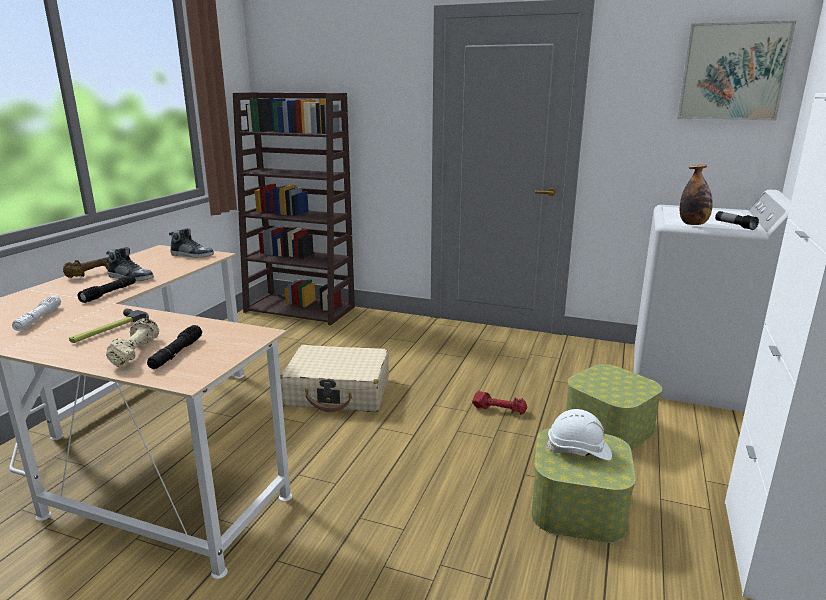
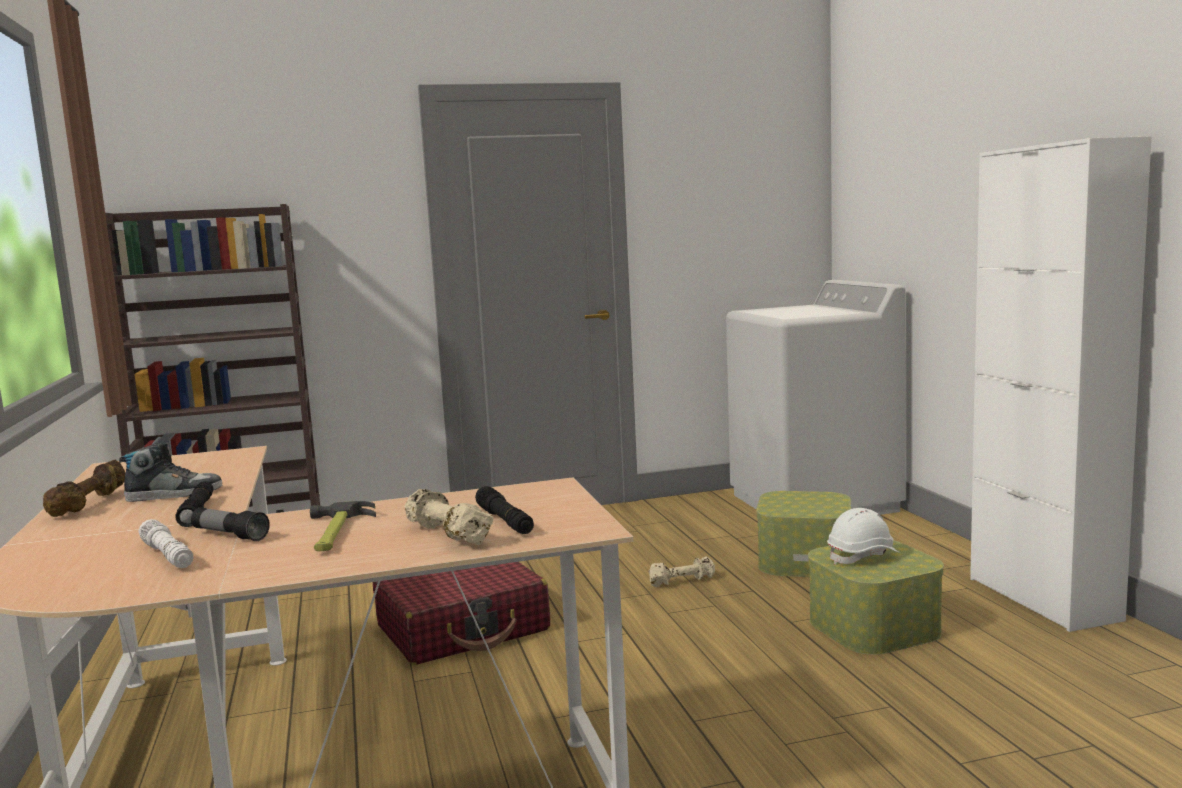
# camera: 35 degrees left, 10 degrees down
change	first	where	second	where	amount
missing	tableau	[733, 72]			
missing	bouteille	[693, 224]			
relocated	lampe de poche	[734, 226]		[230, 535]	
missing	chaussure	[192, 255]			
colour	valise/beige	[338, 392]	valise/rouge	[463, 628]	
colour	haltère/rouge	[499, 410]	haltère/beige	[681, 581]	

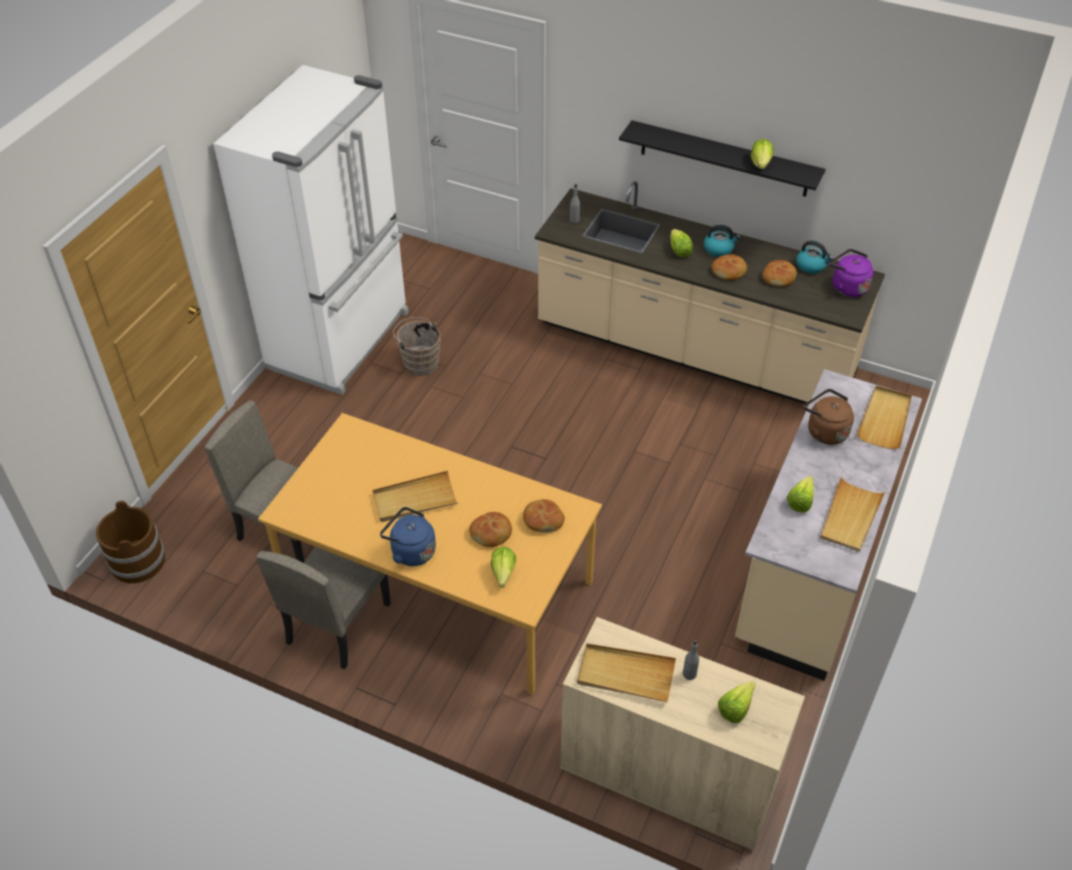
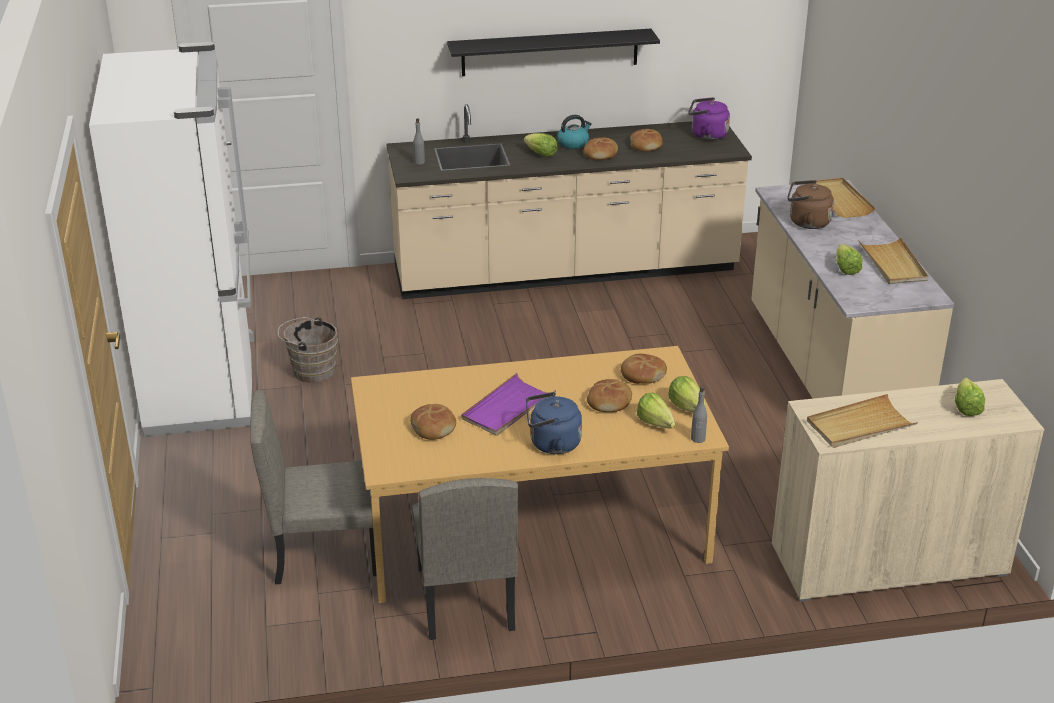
# camera: 35 degrees left, 15 degrees down
change	first	where	second	where	amount
relocated	laitue	[761, 163]		[687, 407]	
missing	bouilloire	[811, 266]			
colour	plateau/beige	[414, 499]	plateau/violet	[507, 408]	
missing	seau/marron	[137, 561]			
relocated	bouteille/gris	[689, 674]		[698, 439]	
appeared			pain	[433, 428]	

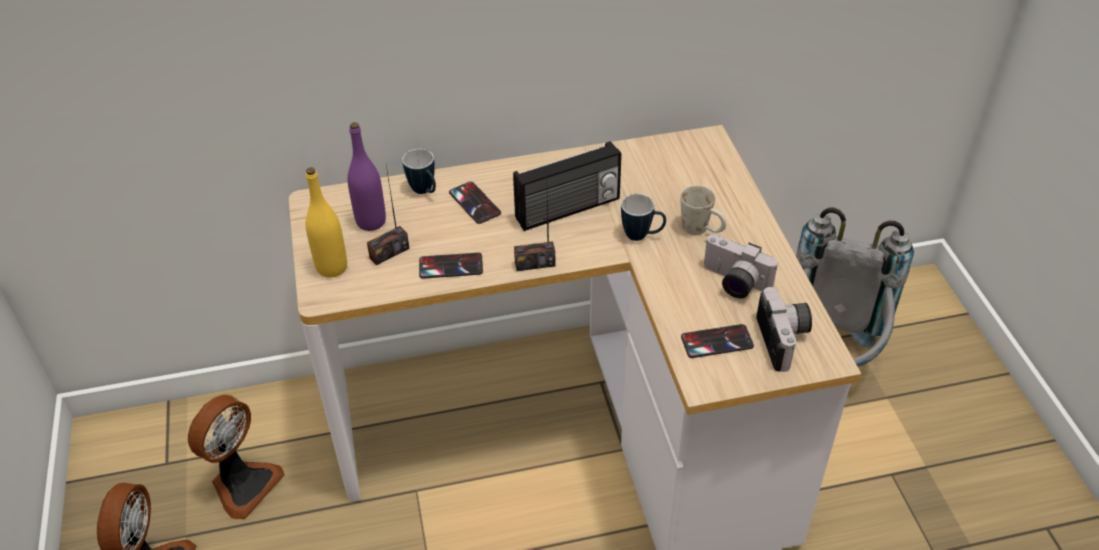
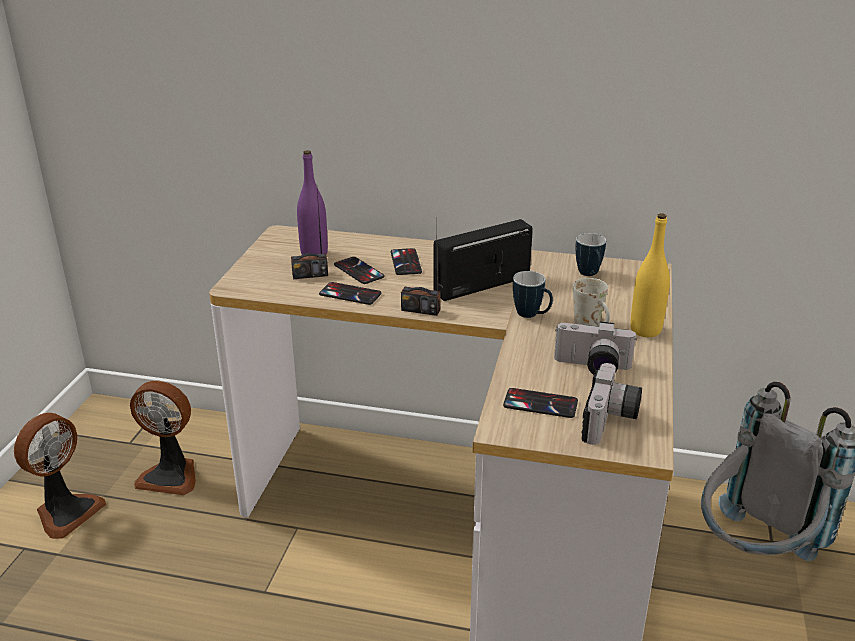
# camera: 25 degrees right, 15 degrees down
change	first	where	second	where	amount
spun	radio	[568, 210]		[481, 284]	150 degrees clockwise
relocated	mug	[425, 192]		[589, 275]	
relocated	bouteille/jaune	[332, 267]		[645, 330]	
spun	appareil photo	[733, 283]		[591, 368]	45 degrees counterclockwise
spun	ventilateur	[243, 484]		[171, 475]	45 degrees clockwise
appeared			téléphone	[358, 271]	

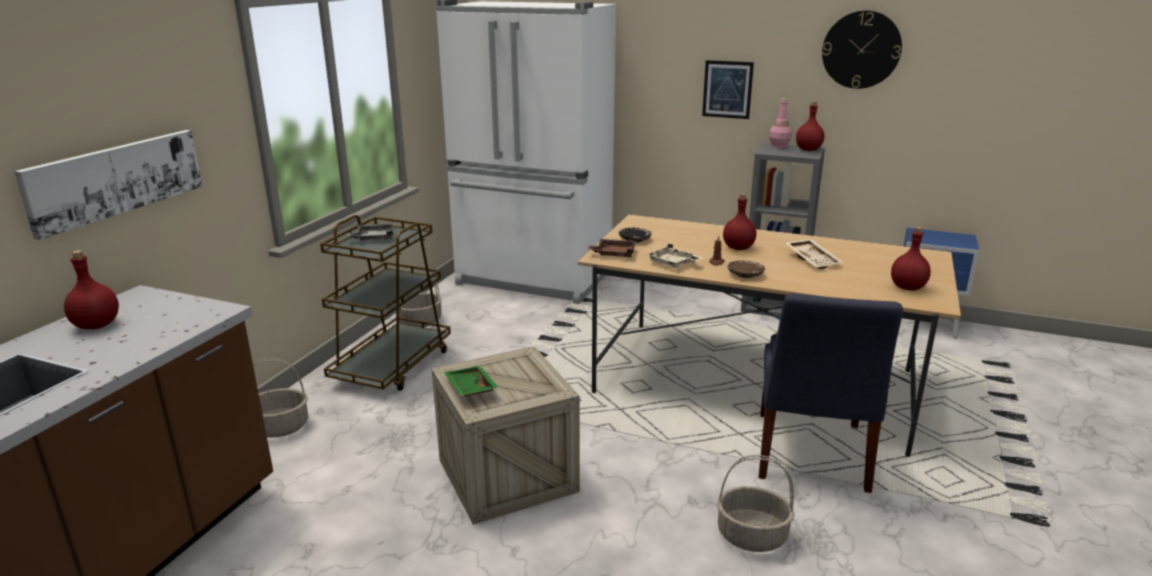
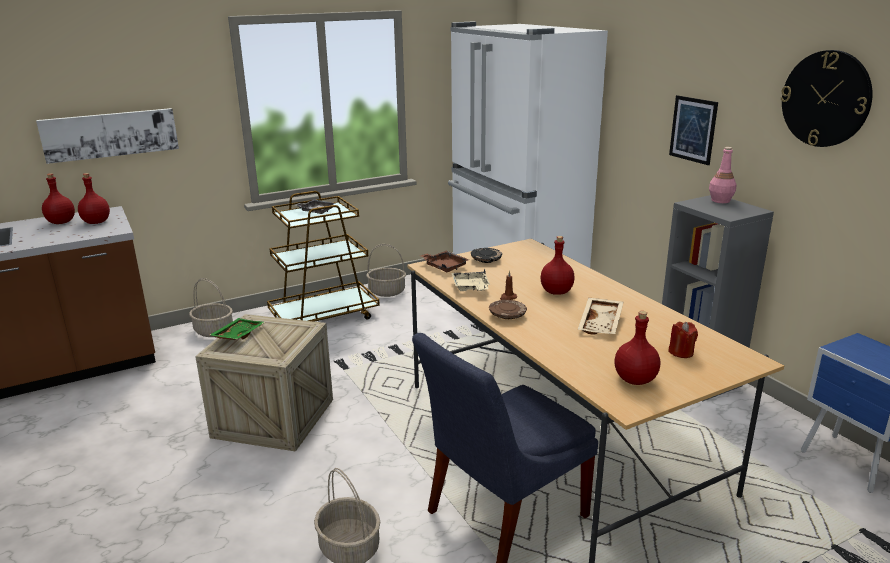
# camera: 40 degrees right, 0 degrees up
change	first	where	second	where	amount
relocated	bouteille/rouge	[809, 150]		[96, 222]	
appeared			bougie/rouge	[681, 352]	

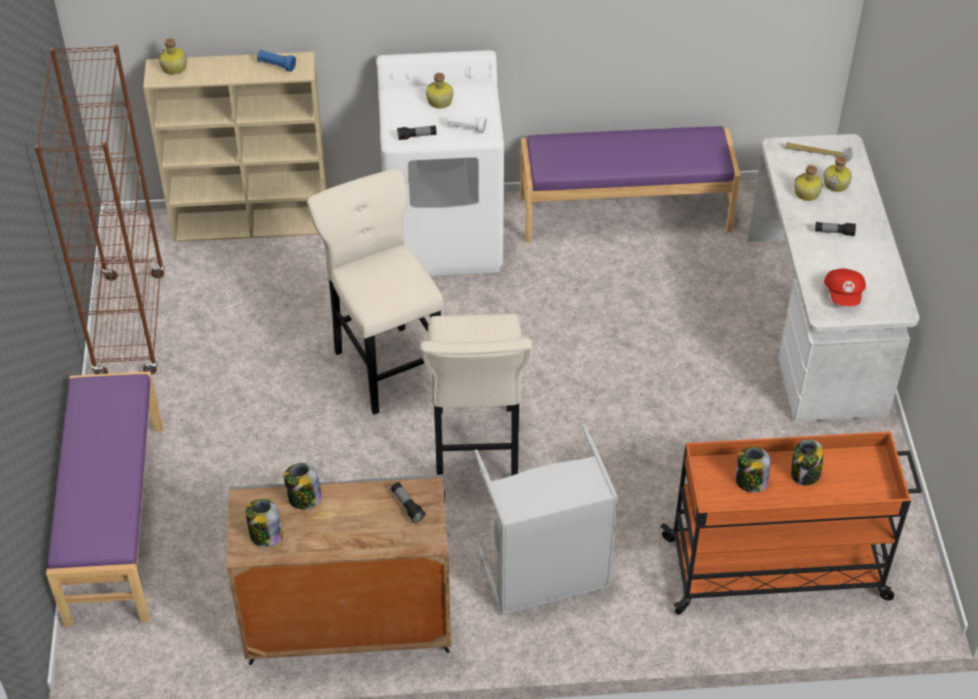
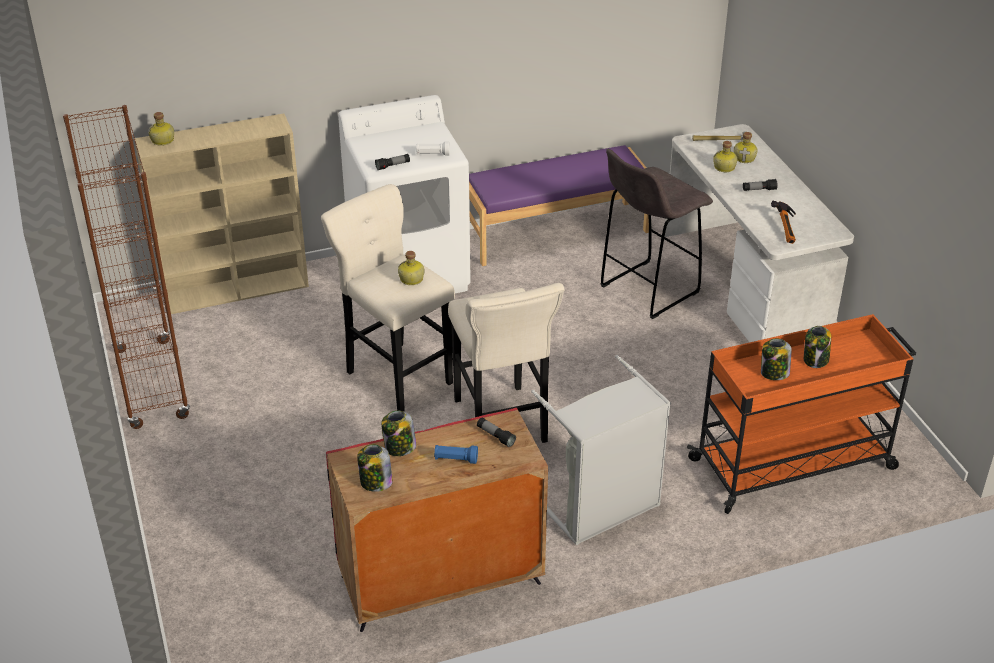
# camera: 15 degrees left, 10 degrees down
change	first	where	second	where	amount
relocated	lampe de poche/bleu	[276, 65]		[455, 459]	
relocated	bouteille	[439, 102]		[411, 279]	
exchanged	casquette/rouge	[844, 295]	marteau	[787, 229]	
missing	banc/violet	[114, 522]			
colour	meuble de rangement/gris	[347, 624]	meuble de rangement/rouge	[439, 580]	
appeared			tabouret/gris	[647, 290]	

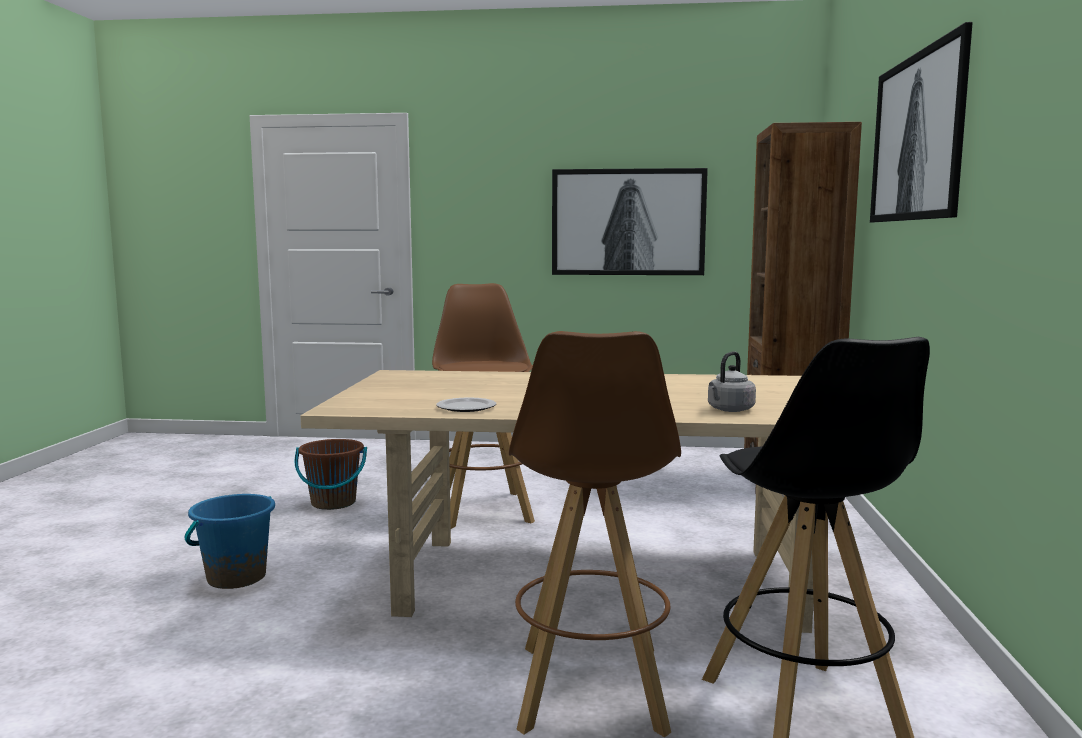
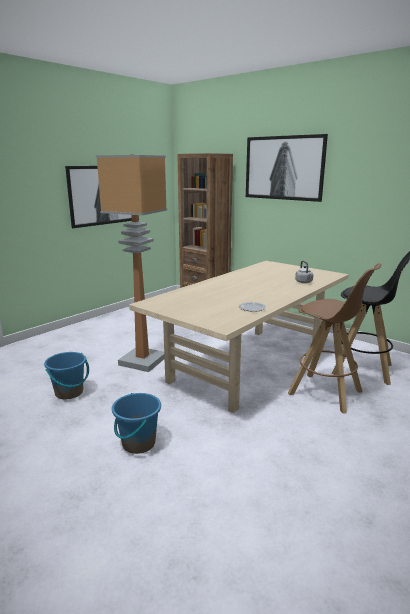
# camera: 55 degrees left, 10 degrees up
change	first	where	second	where	amount
exchanged	tabouret/marron	[484, 509]	lampadaire	[142, 360]	
colour	seau/marron	[333, 503]	seau/bleu	[69, 392]	

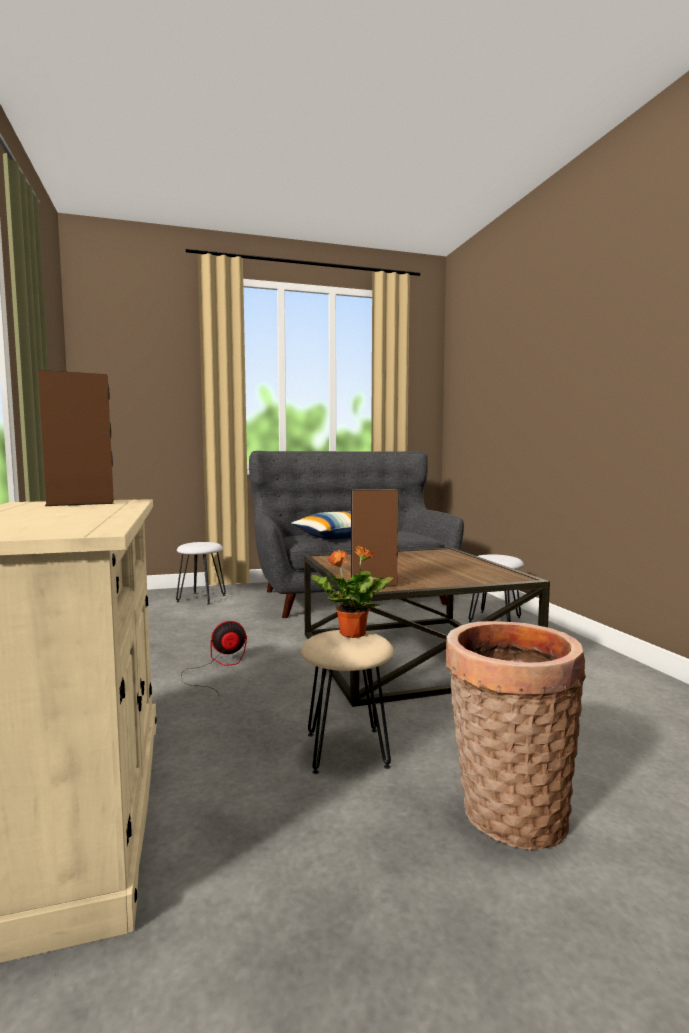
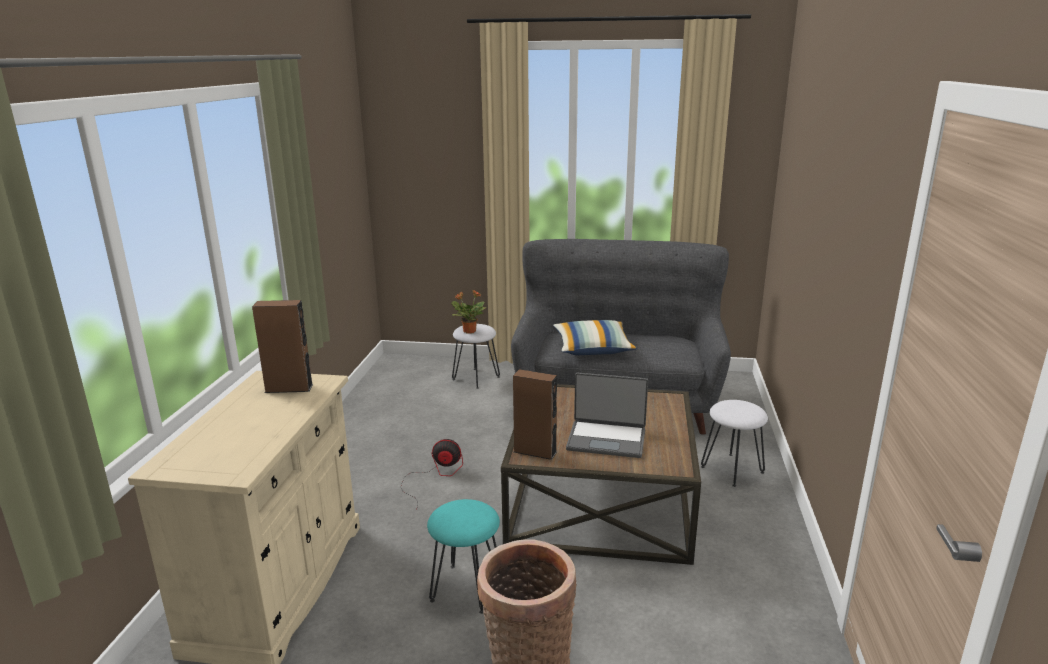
# camera: 25 degrees right, 15 degrees up
change	first	where	second	where	amount
relocated	plante en pot	[351, 634]		[469, 331]	
colour	tabouret/beige	[346, 749]	tabouret/turquoise	[467, 587]	
appeared			ordinateur portable	[606, 439]	

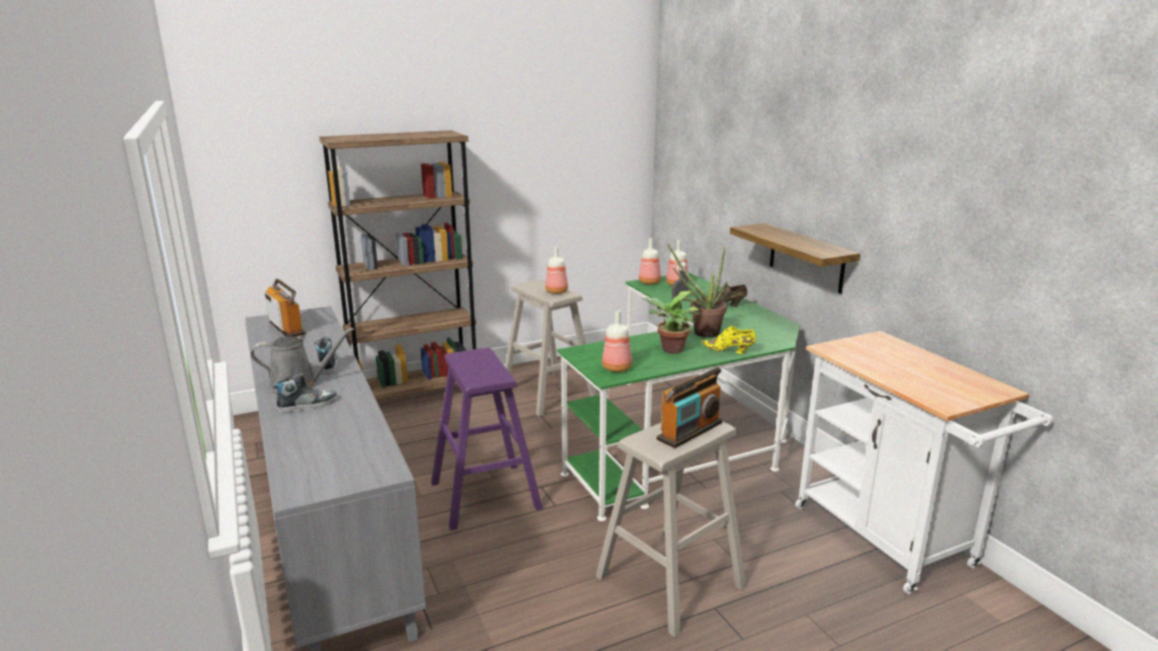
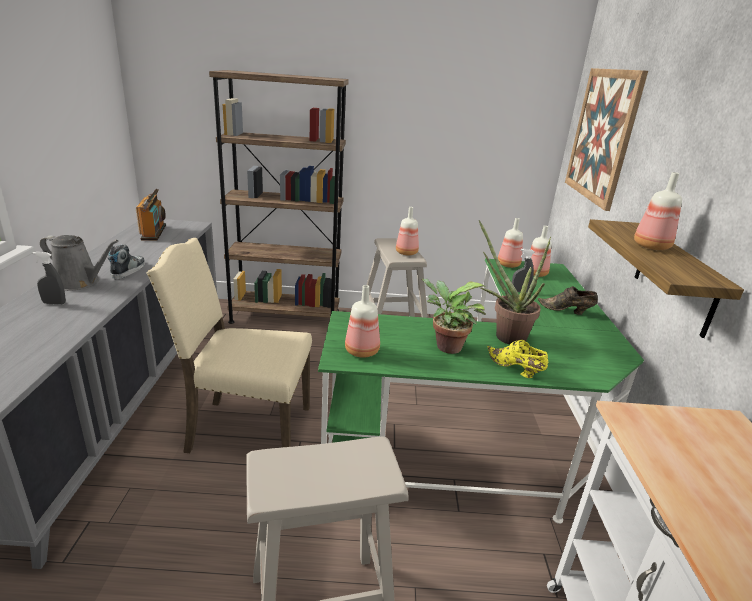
# camera: 25 degrees right, 5 degrees up
change	first	where	second	where	amount
exchanged	tabouret/violet	[485, 495]	chaise/beige	[246, 430]	
missing	radio	[690, 431]			
exchanged	chaussure	[307, 405]	vaporisateur/gris	[54, 303]	
appeared			tableau	[602, 135]	
appeared			bouteille	[651, 247]	

